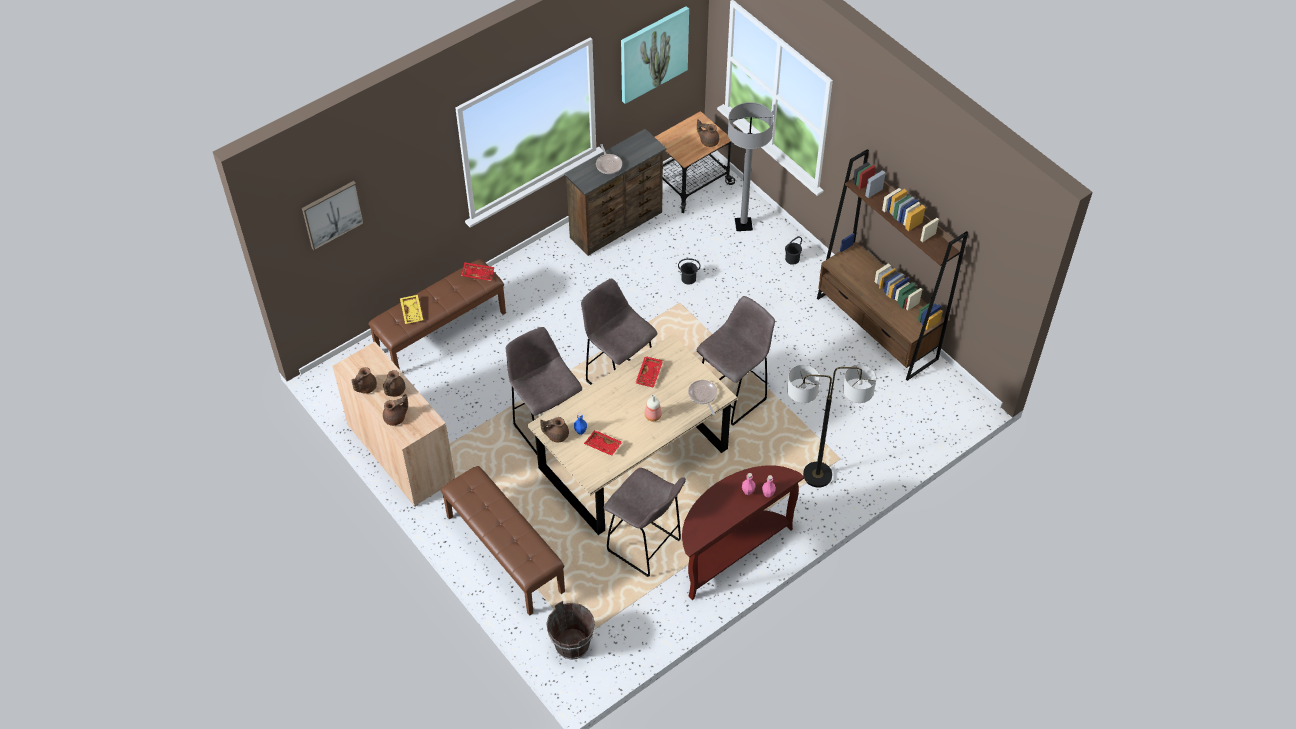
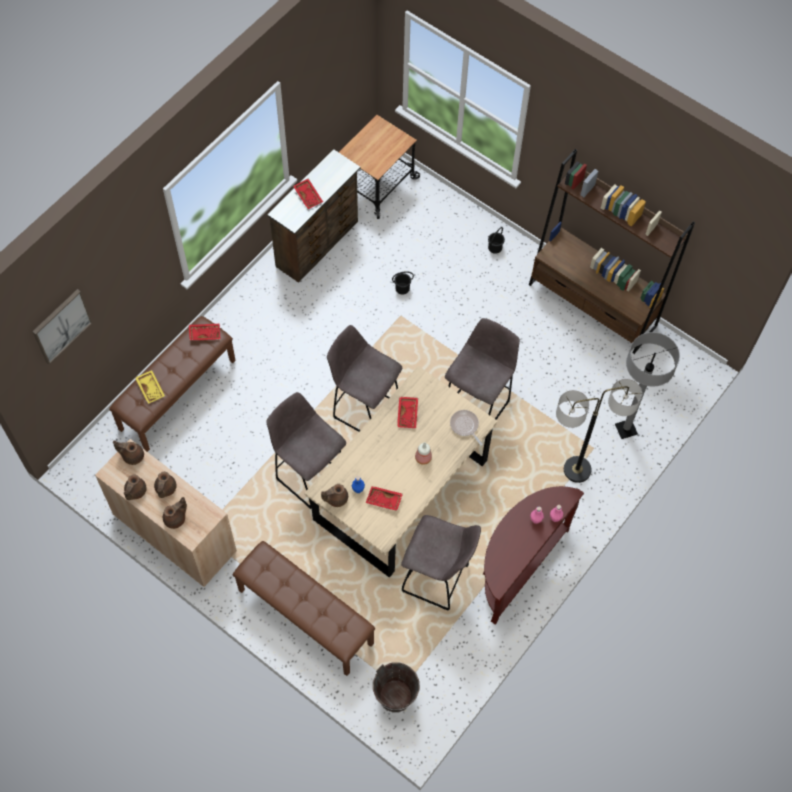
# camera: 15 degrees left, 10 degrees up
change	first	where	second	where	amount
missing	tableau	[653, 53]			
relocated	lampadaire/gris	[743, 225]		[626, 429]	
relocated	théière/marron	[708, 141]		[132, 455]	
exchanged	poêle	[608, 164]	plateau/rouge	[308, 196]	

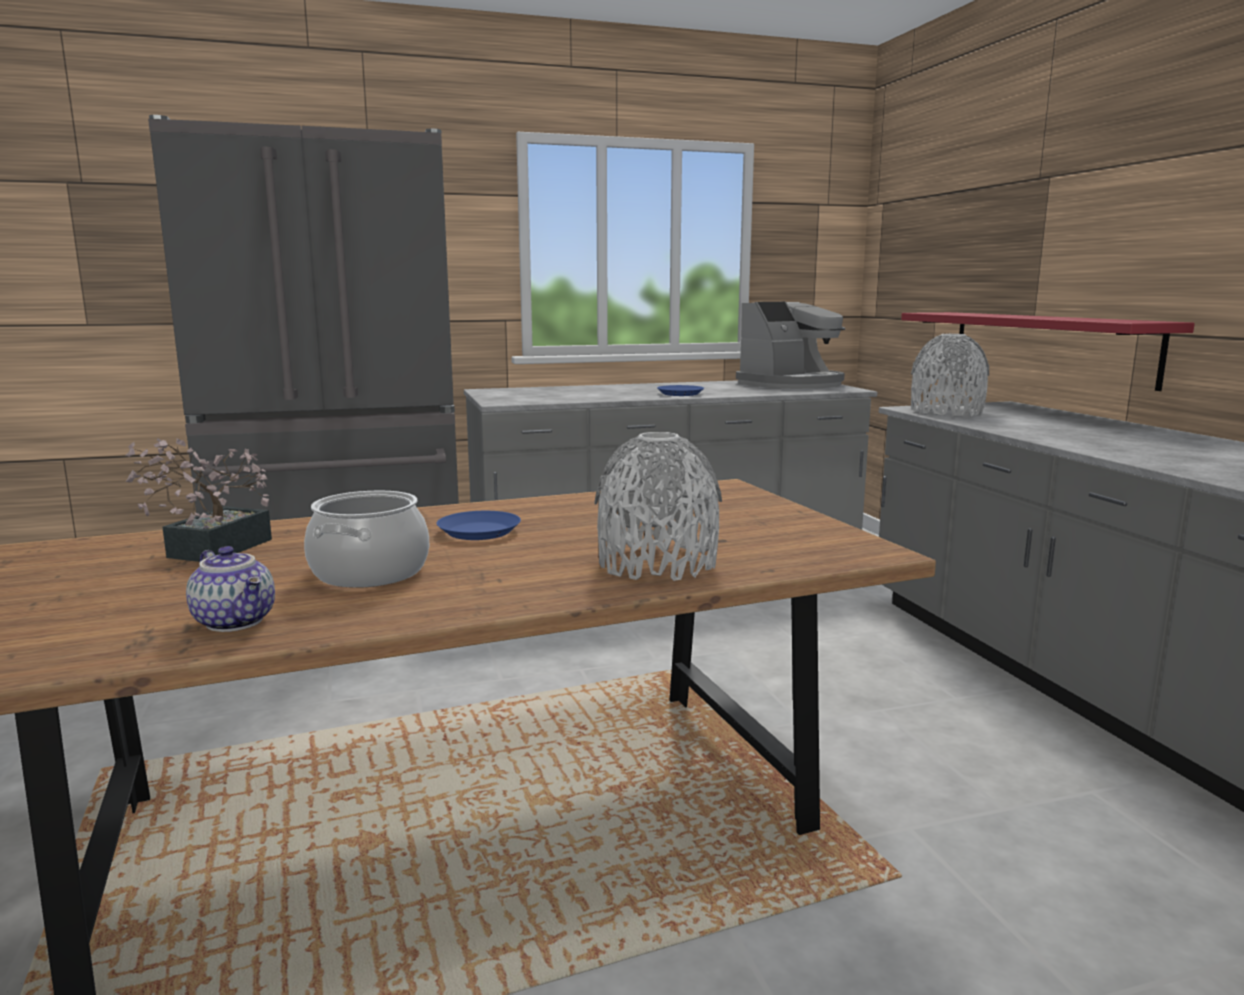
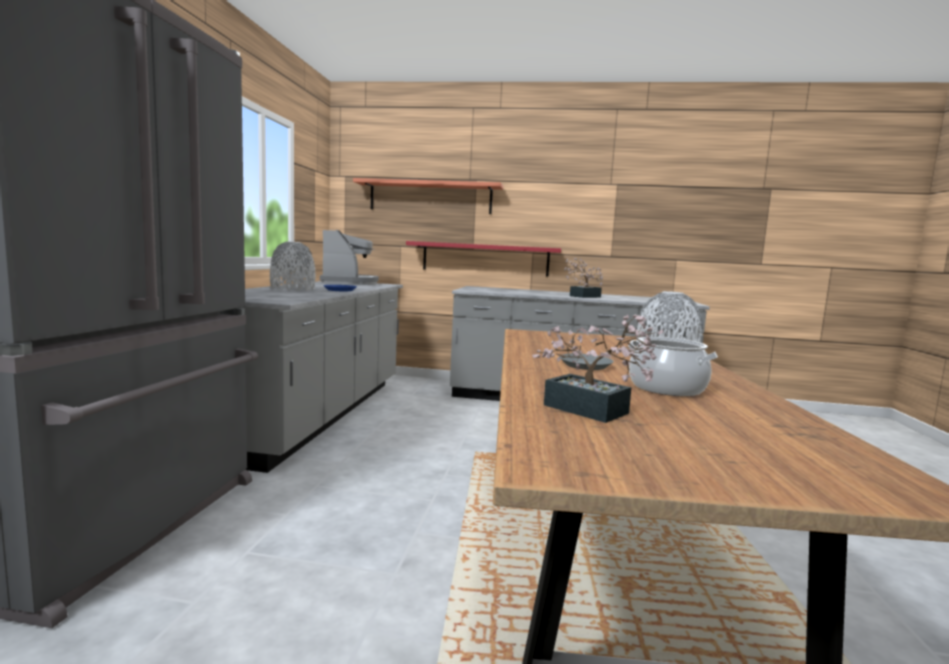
# camera: 65 degrees left, 5 degrees down
change	first	where	second	where	amount
relocated	vase/gris	[946, 412]		[293, 289]	
colour	assiette/bleu	[478, 532]	assiette/gris	[585, 366]	
missing	théière	[237, 621]			
appeared			étagère	[430, 197]	
appeared			plante en pot	[582, 296]	

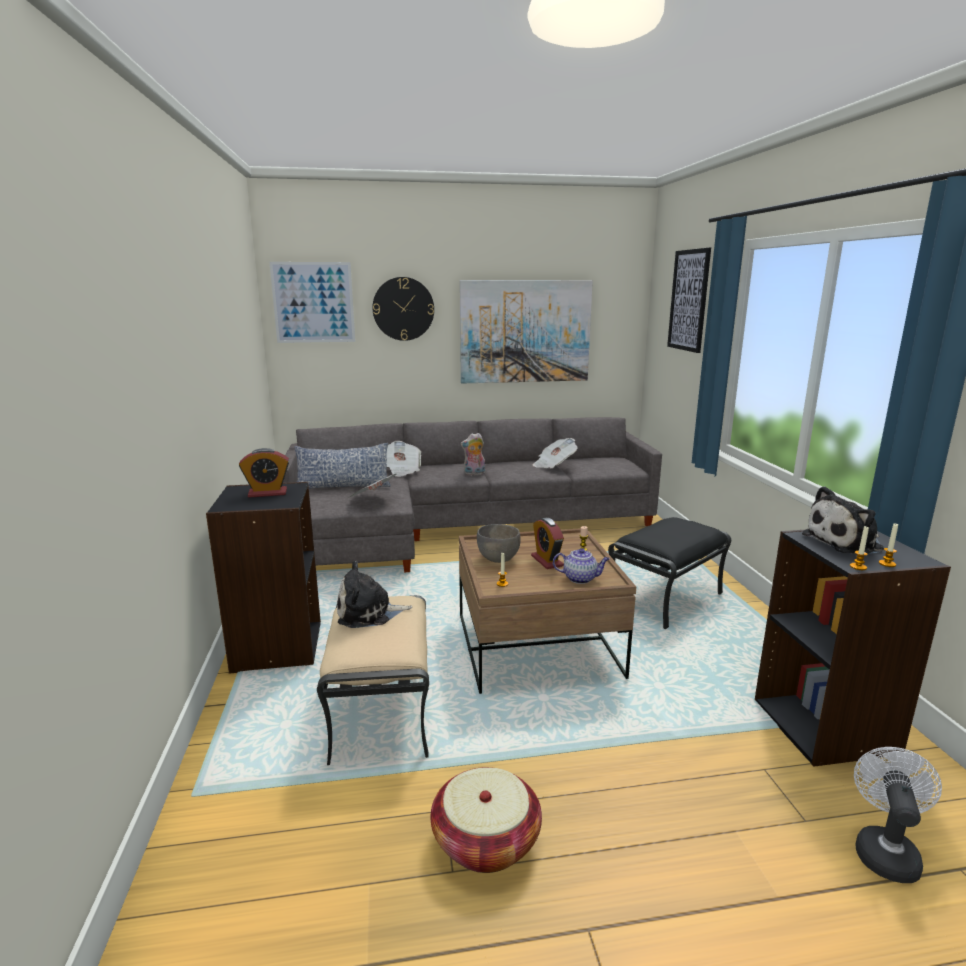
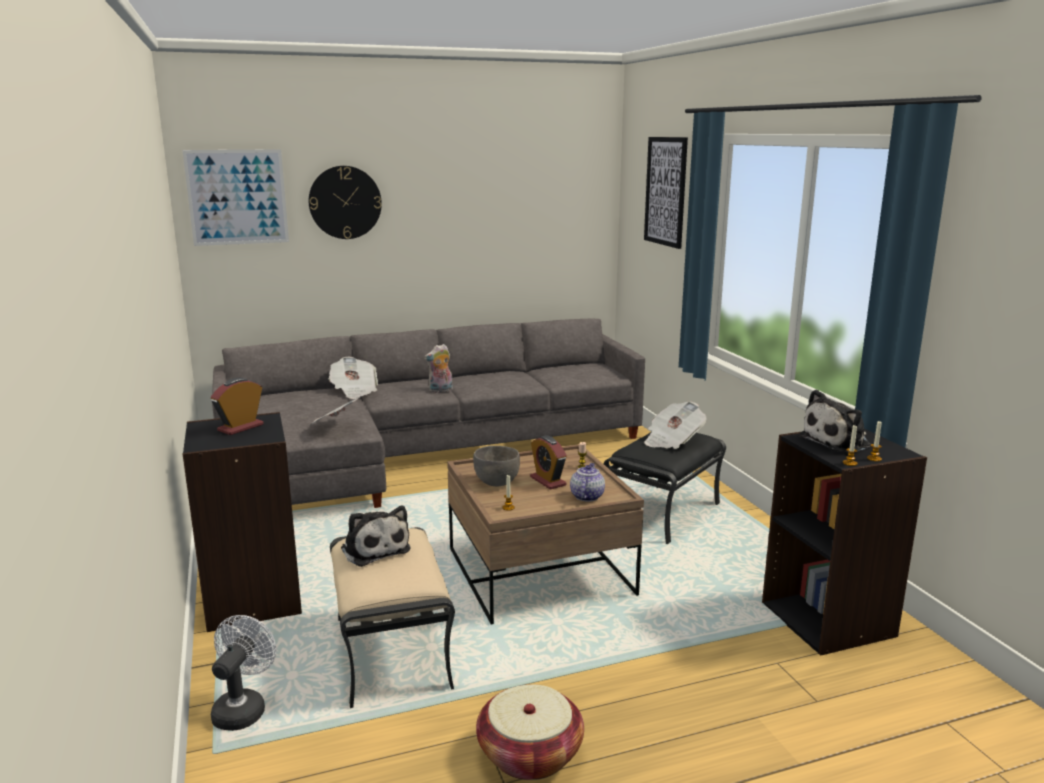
# camera: 10 degrees left, 0 degrees up
change	first	where	second	where	amount
missing	tableau	[525, 331]			
relocated	journal	[554, 465]		[672, 441]	
missing	coussin	[343, 486]			
spun	réveil	[267, 493]		[240, 427]	150 degrees clockwise
spun	théière	[580, 578]		[586, 496]	75 degrees counterclockwise
spun	peluche	[369, 613]		[374, 548]	105 degrees counterclockwise
relocated	ventilateur/blanc	[884, 850]		[243, 708]	

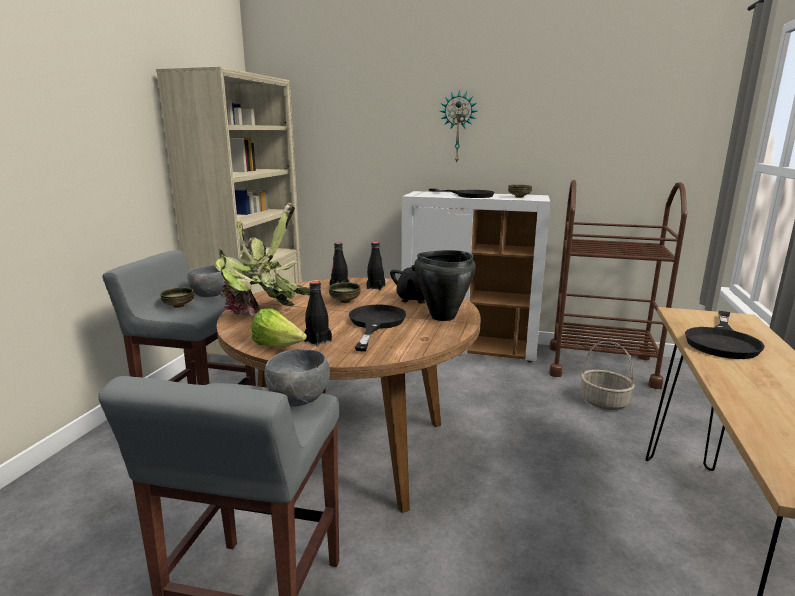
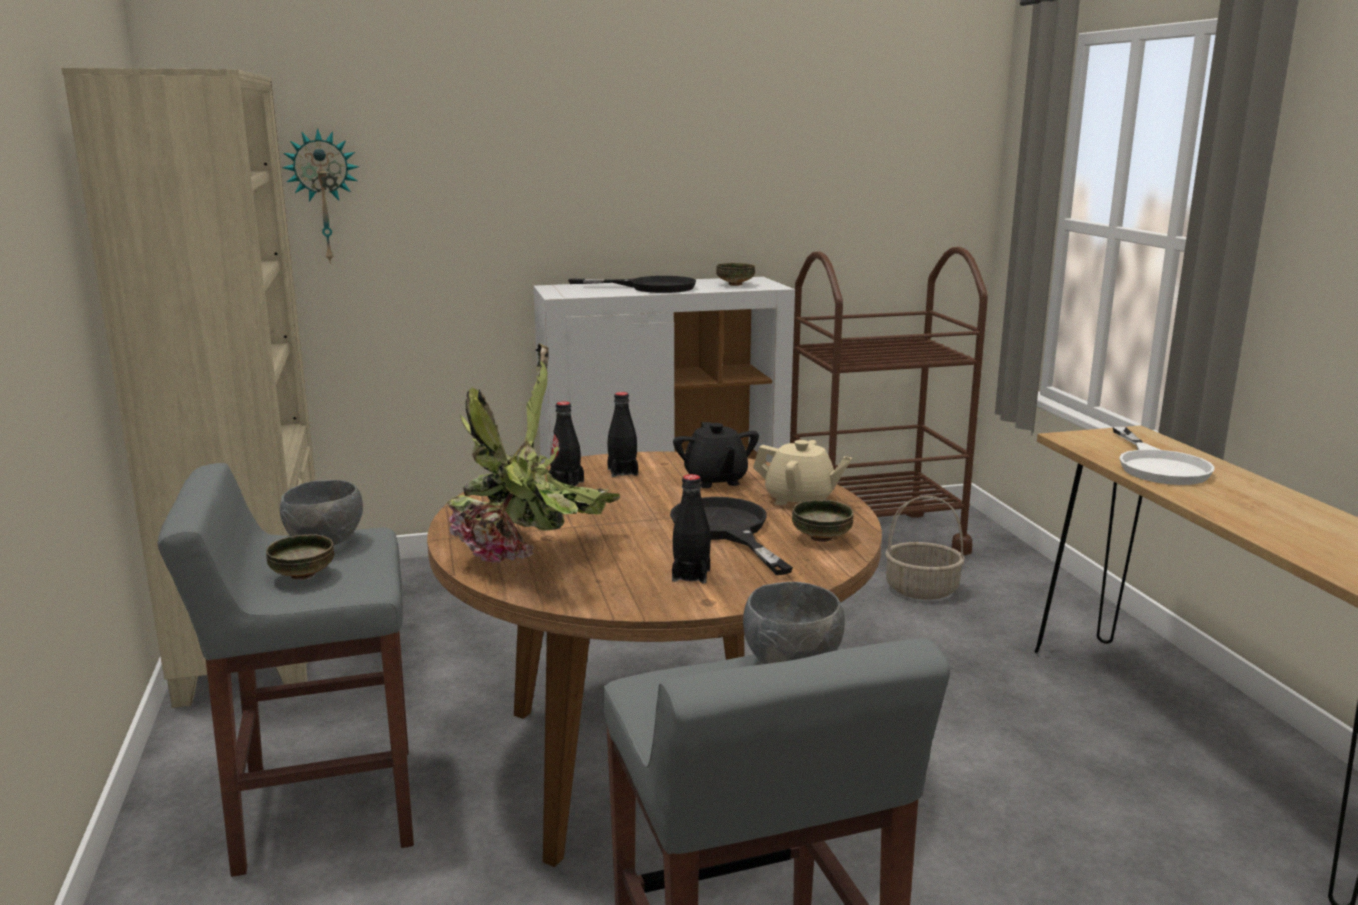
# camera: 30 degrees left, 0 degrees up
change	first	where	second	where	amount
relocated	horloge murale	[458, 127]		[324, 197]	
exchanged	marmite/noir	[442, 317]	théière/beige	[800, 500]	
relocated	bol	[345, 301]		[821, 538]	
missing	laitue	[278, 346]			
colour	poêle/noir	[722, 341]	poêle/blanc	[1158, 466]	

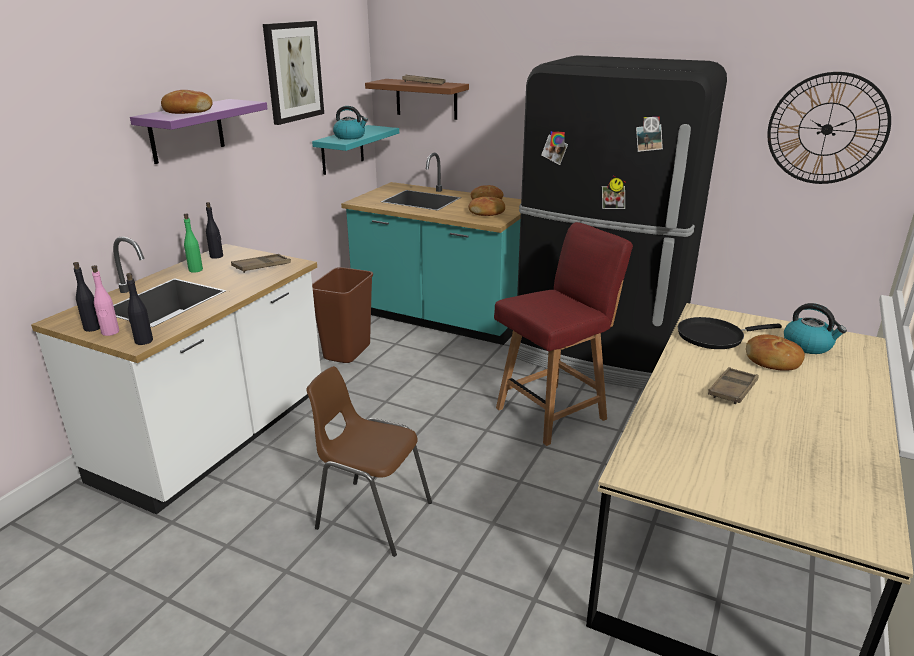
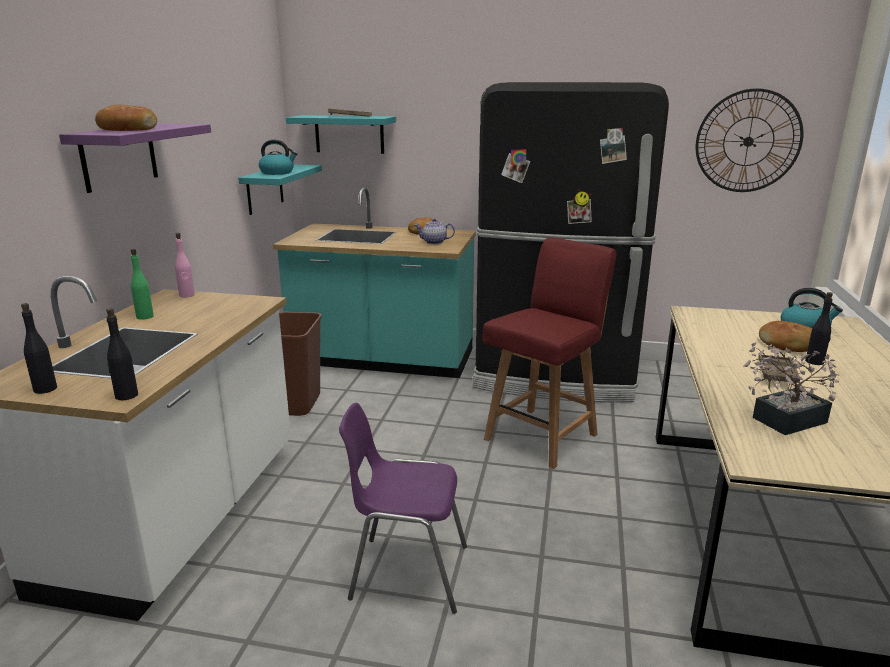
# camera: 15 degrees left, 5 degrees down
change	first	where	second	where	amount
missing	tableau	[293, 72]			
colour	étagère/marron	[426, 99]	étagère/turquoise	[349, 134]	
exchanged	pain	[487, 212]	théière	[434, 242]	
relocated	bouteille/noir	[216, 256]		[814, 362]	
missing	plateau/marron	[261, 266]			
relocated	bouteille/rose	[110, 332]		[187, 295]	
missing	poêle/noir	[714, 337]			
colour	chaise/marron	[371, 515]	chaise/violet	[406, 572]	
appeared			plante en pot	[782, 421]	

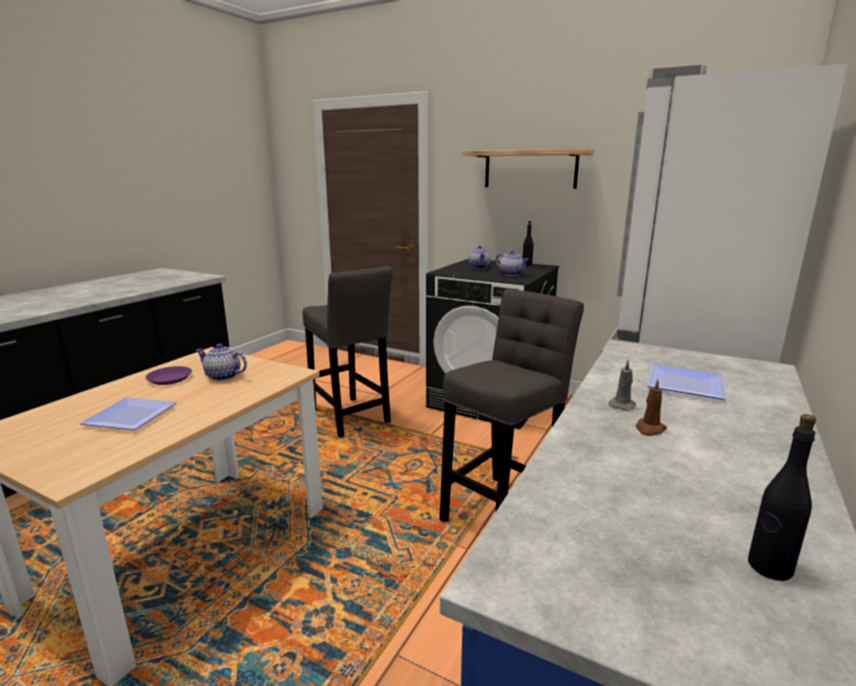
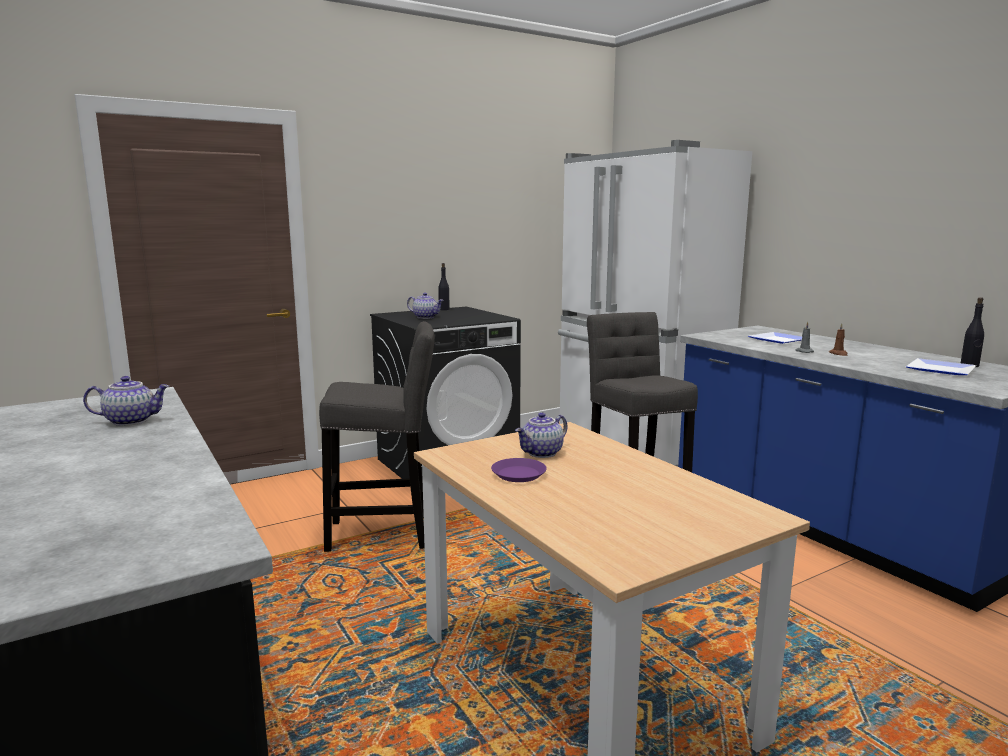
# camera: 60 degrees left, 5 degrees down
change	first	where	second	where	amount
missing	étagère	[530, 169]			
relocated	théière	[511, 274]		[131, 421]	
relocated	assiette	[131, 418]		[942, 370]	

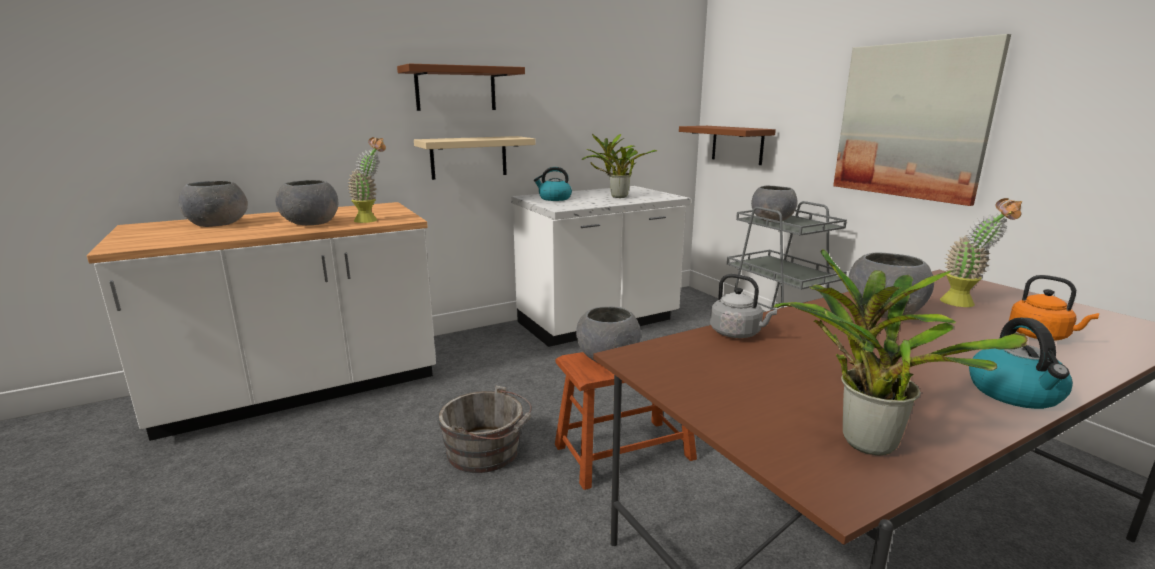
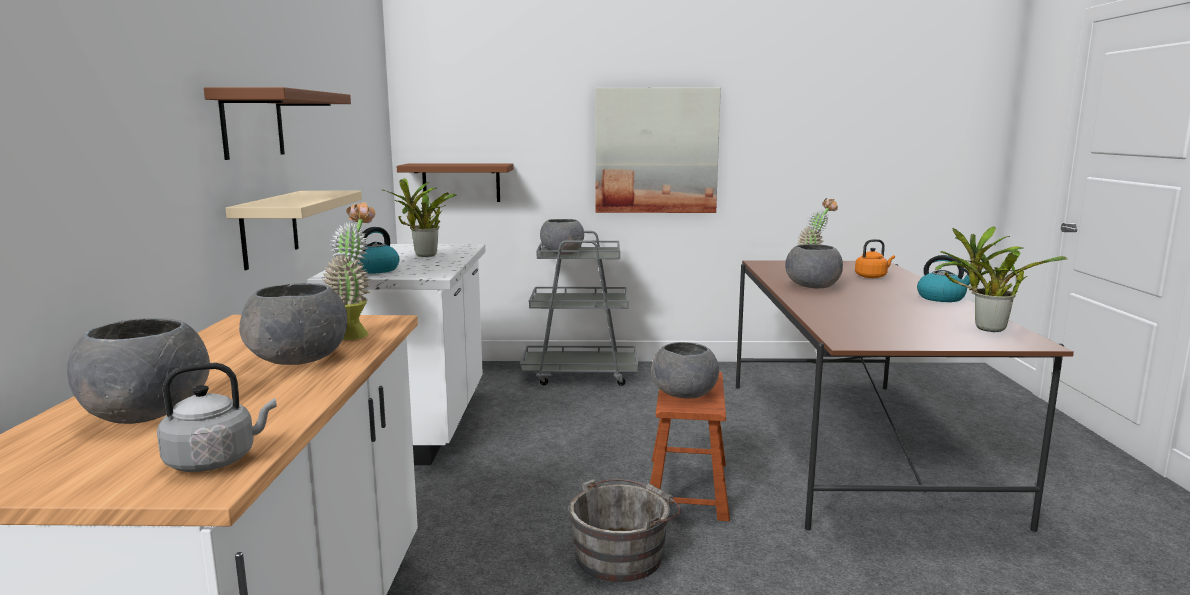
# camera: 60 degrees left, 5 degrees down
change	first	where	second	where	amount
relocated	bouilloire/gris	[738, 333]		[216, 460]	

